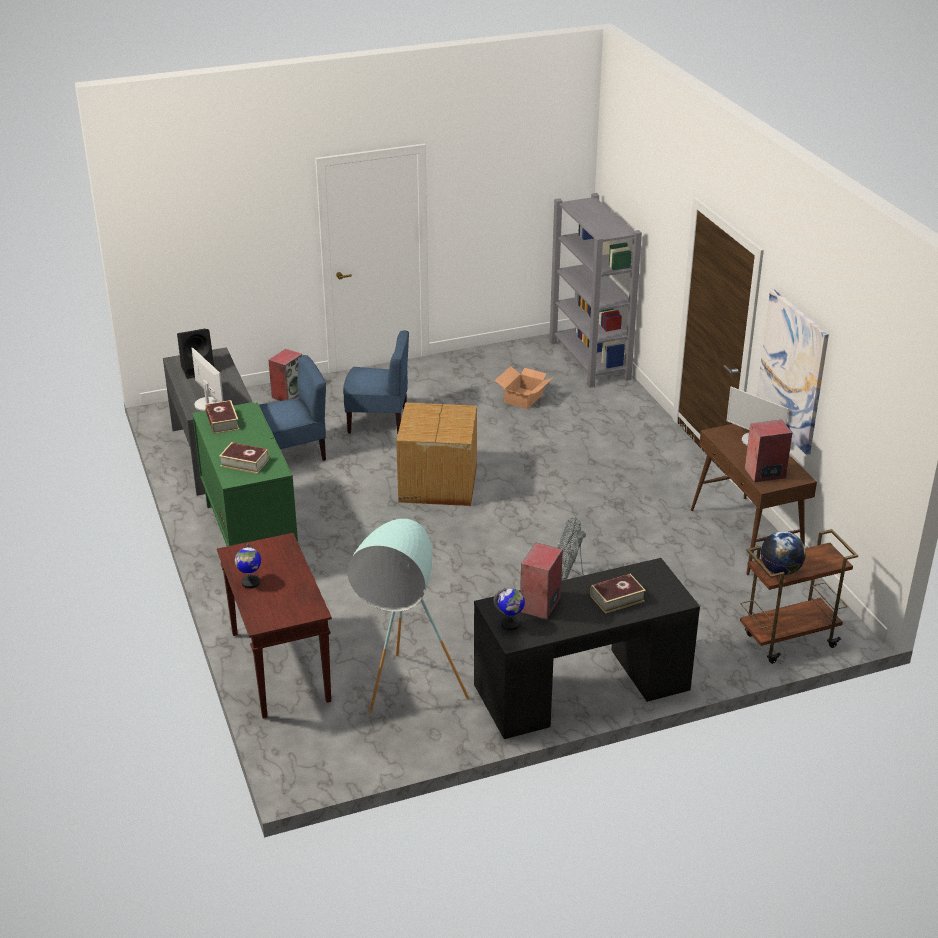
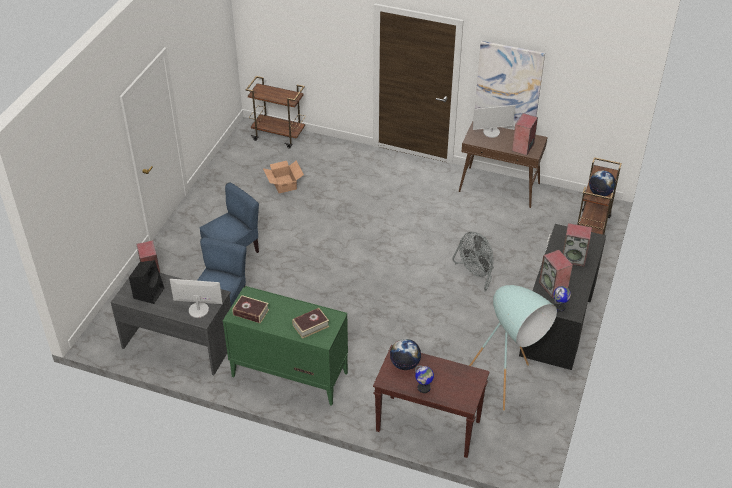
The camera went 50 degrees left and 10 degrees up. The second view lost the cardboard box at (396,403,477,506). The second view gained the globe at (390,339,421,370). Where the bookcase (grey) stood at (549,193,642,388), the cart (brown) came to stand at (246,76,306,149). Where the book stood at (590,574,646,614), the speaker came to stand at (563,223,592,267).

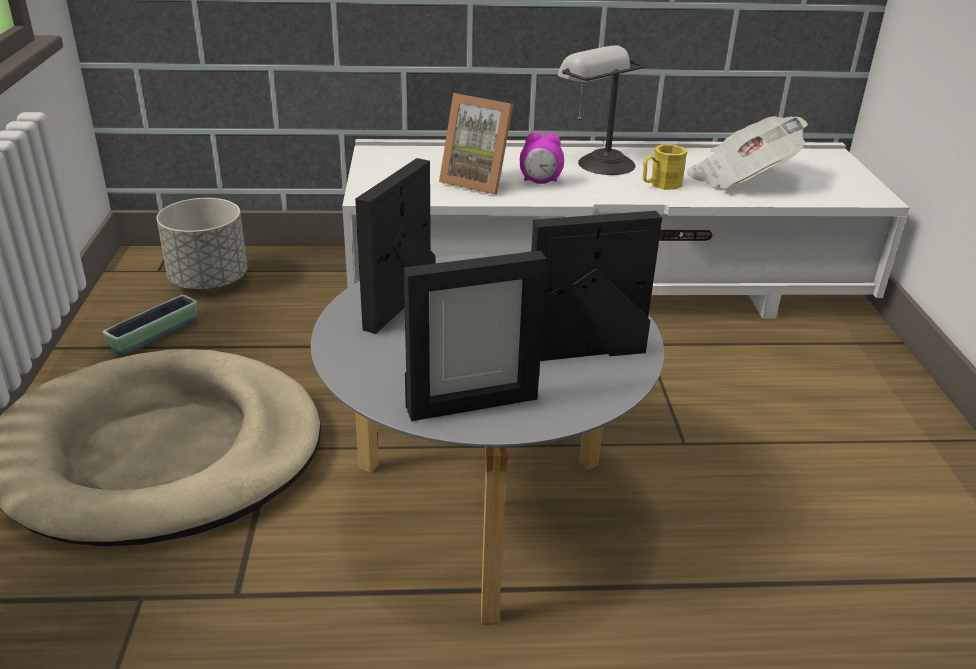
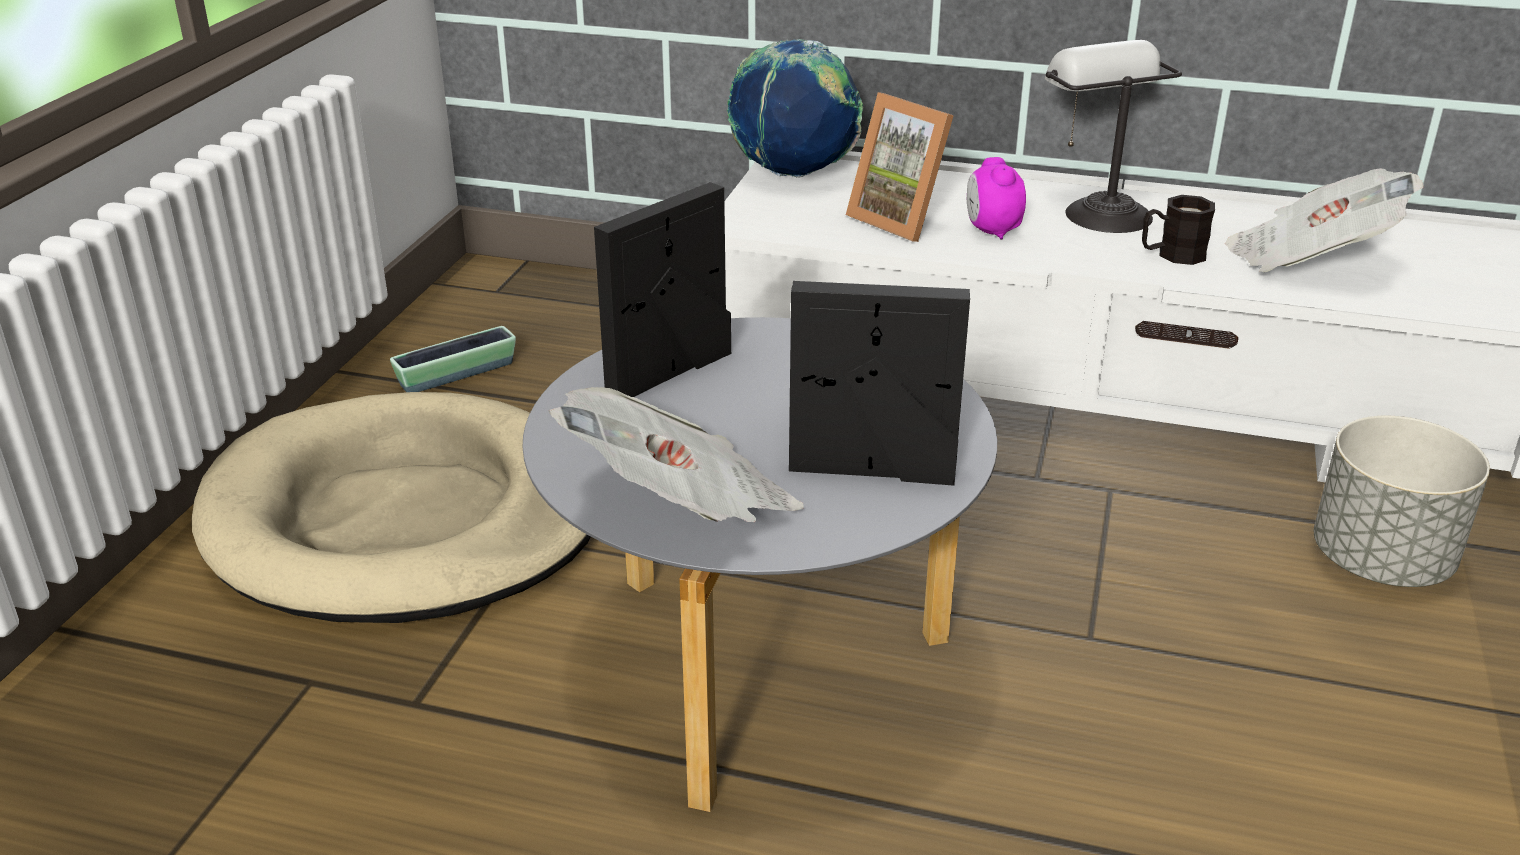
The camera went 20 degrees right and 0 degrees up. The second view gained the globe at (727,39,863,178). The planter (grey) ended up elsewhere, having gone from (157,198,247,290) to (1314,415,1490,587). Where the picture frame stood at (404,250,547,421), the newspaper came to stand at (549,387,803,522). What was the mug (yellow) at (643,144,687,190) turned into the mug (black) at (1142,195,1215,265). The alarm clock at (520,133,564,184) ended up facing another way, 60 degrees clockwise from before.

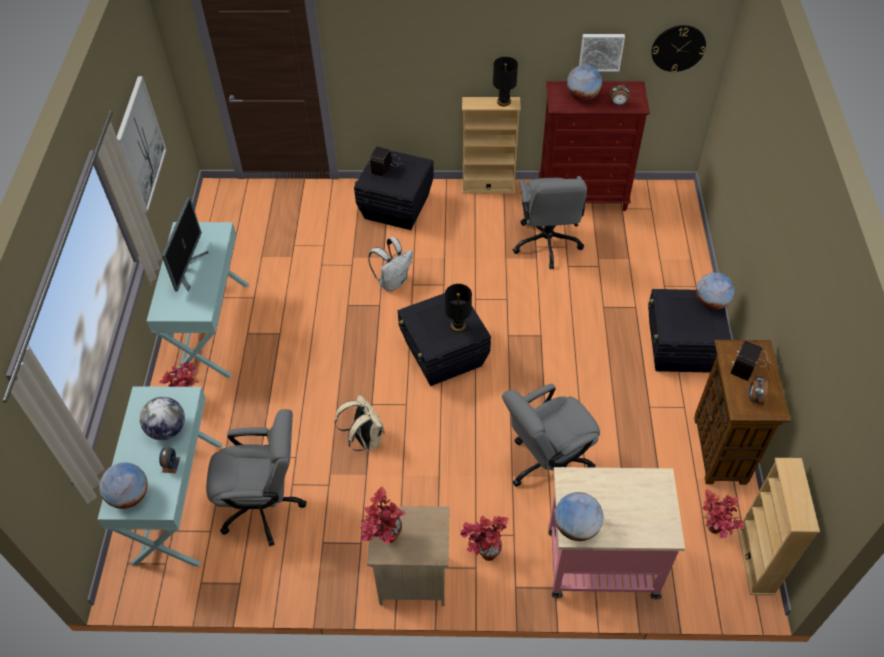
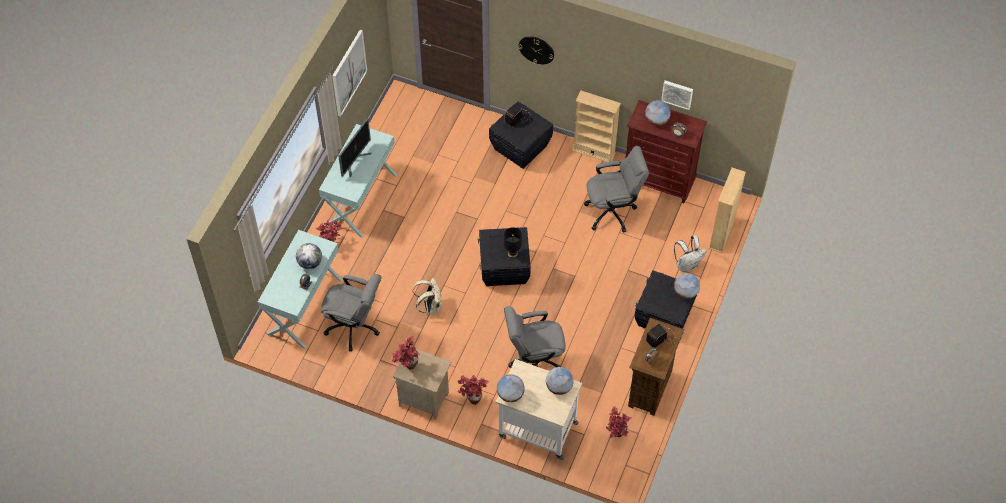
The camera went 20 degrees right and 5 degrees up. The second view lost the table lamp (black) at (493,57,518,106). The globe ended up elsewhere, having gone from (99,462,148,509) to (546,367,574,395). The backpack (white) ended up elsewhere, having gone from (368,237,413,291) to (674,235,707,272). The wall clock ended up elsewhere, having gone from (651,25,706,73) to (518,36,554,64). The bookcase (beige) ended up elsewhere, having gone from (738,458,820,595) to (708,168,746,253). What was the cart (pink) at (548,467,685,599) turned into the cart (white) at (496,359,582,460). The office chair (grey) at (513,176,587,269) ended up facing another way, 120 degrees counterclockwise from before.

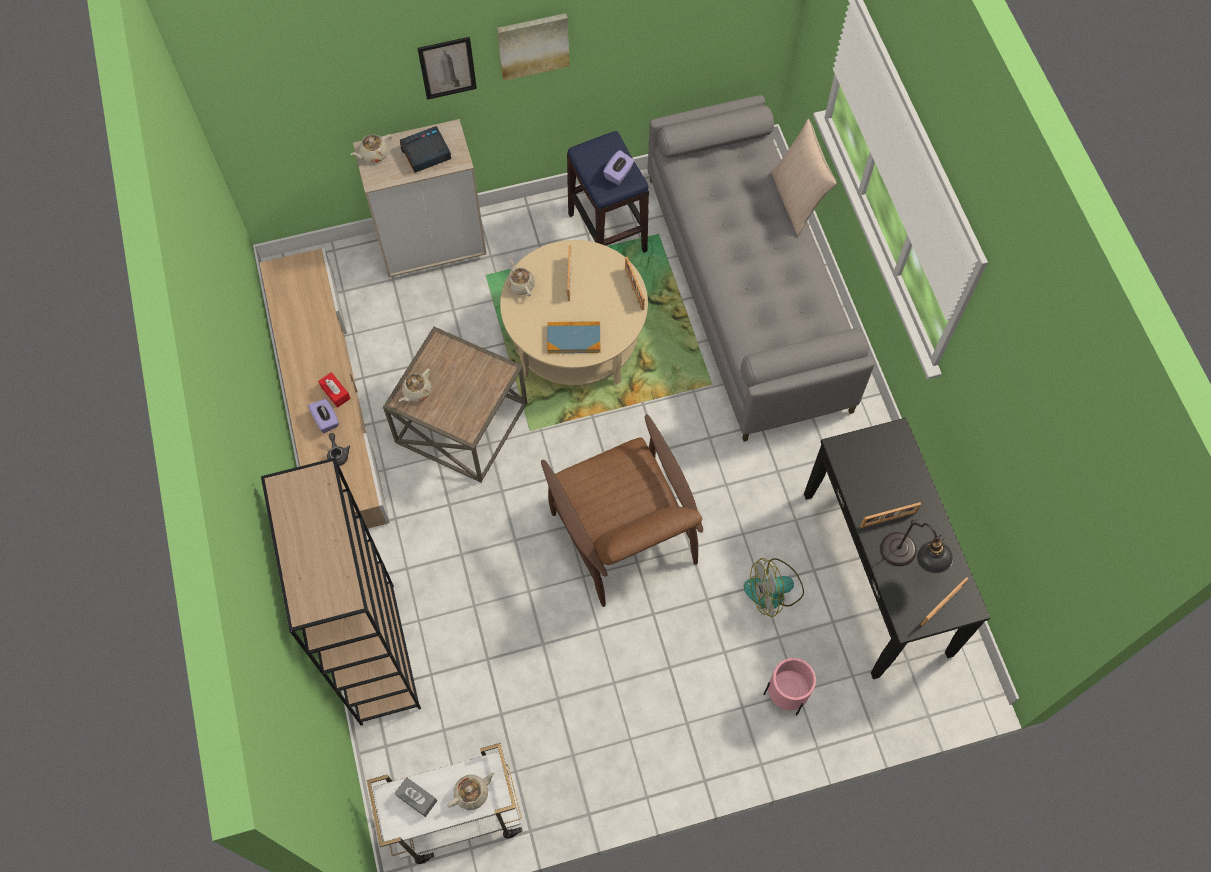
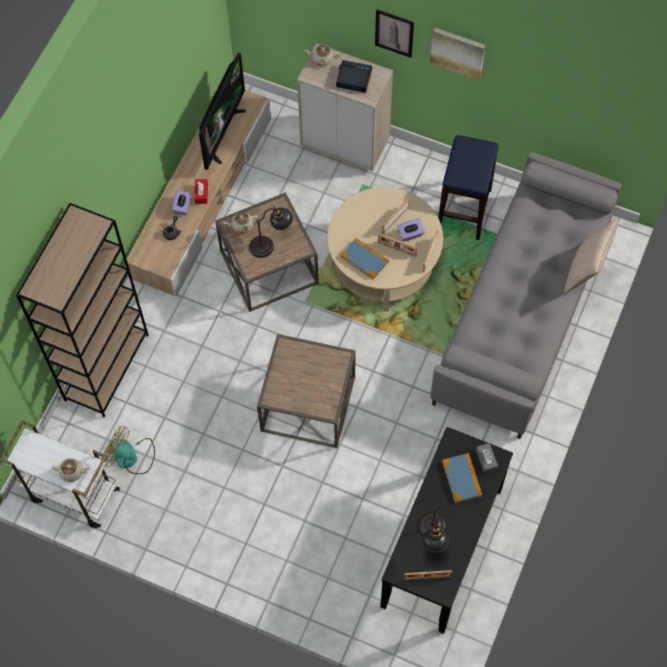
The camera went 40 degrees right and 0 degrees up. The second view lost the teapot (beige) at (507,258,535,296). The second view lost the planter (pink) at (764,658,816,716). The second view gained the television at (199,53,246,170). The second view gained the table lamp (grey) at (249,206,293,258). The second view gained the book at (442,453,483,503). The tissue box (grey) ended up elsewhere, having gone from (395,777,437,817) to (476,443,498,474). The tissue box (purple) ended up elsewhere, having gone from (603,150,634,185) to (397,219,425,241). The fan ended up elsewhere, having gone from (744,558,804,617) to (101,426,155,474). The picture frame ended up elsewhere, having gone from (860,502,921,528) to (378,234,417,257). Where the armchair (brown) stood at (541,415,703,607), the side table (brown) came to stand at (257,334,356,448).

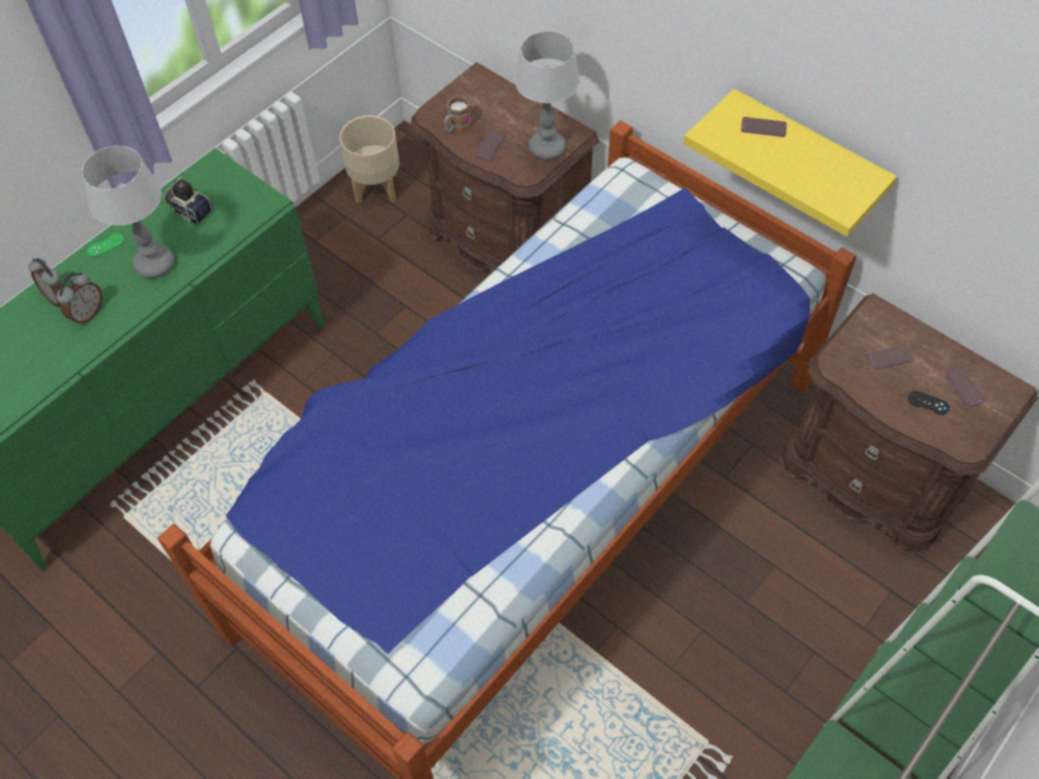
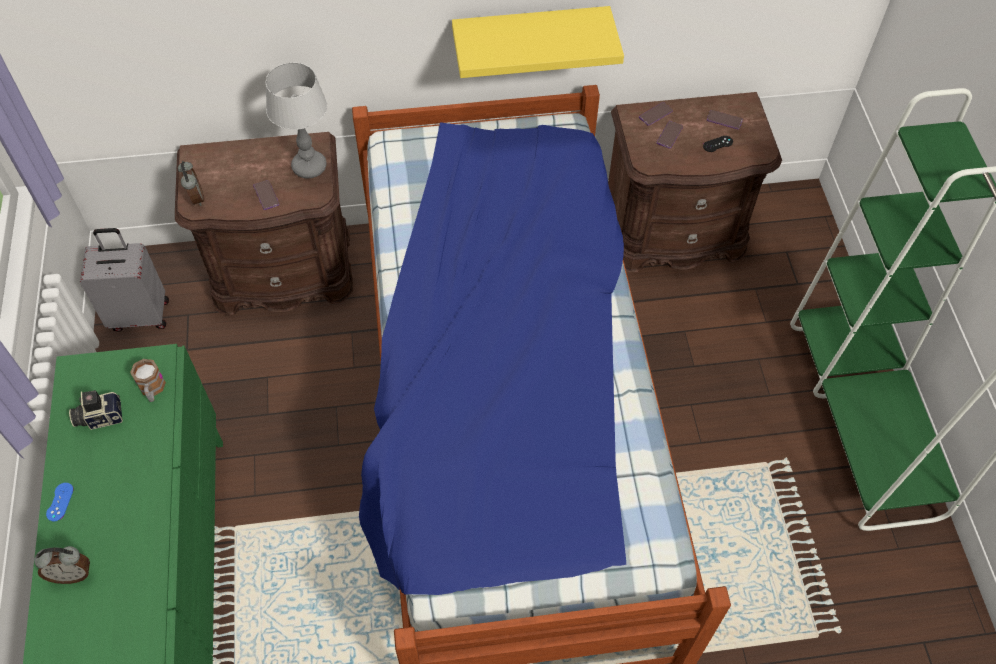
The camera went 50 degrees left and 0 degrees up. The second view lost the table lamp at (82,146,175,278). The alarm clock ended up elsewhere, having gone from (57,272,102,325) to (178,161,204,206). The mug ended up elsewhere, having gone from (444,96,472,132) to (130,359,166,402). The phone ended up elsewhere, having gone from (741,117,787,137) to (639,102,673,126). Where the planter (beige) stood at (339,115,399,204), the suitcase (grey) came to stand at (80,228,169,332). What was the game controller (green) at (87,234,124,257) turned into the game controller (blue) at (46,483,74,521).

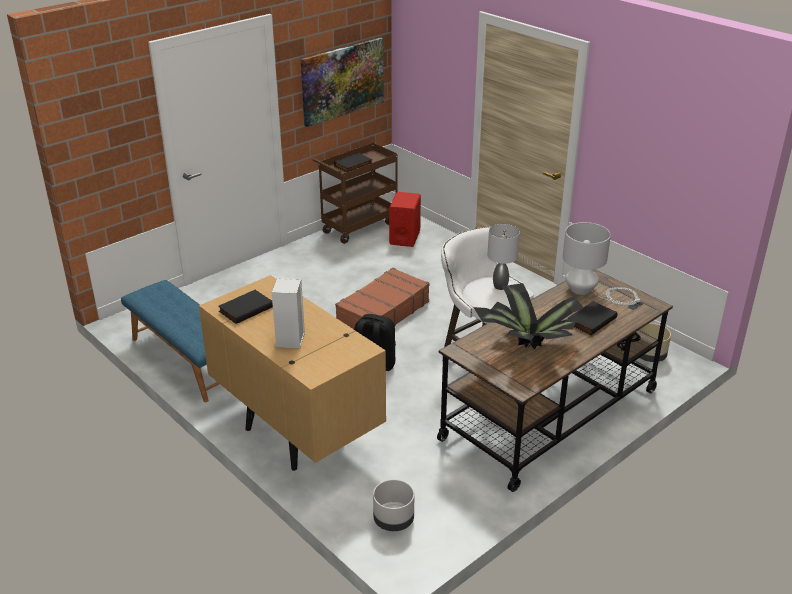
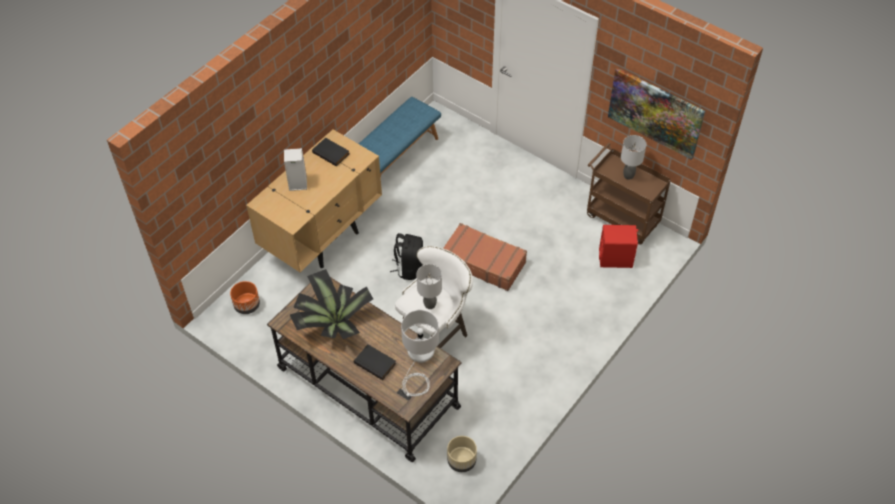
The camera went 80 degrees right and 20 degrees up. Where the book (black) stood at (334,153,373,172), the table lamp (grey) came to stand at (621,135,647,180). What was the planter (grey) at (373,479,414,531) turned into the planter (orange) at (230,281,260,314).

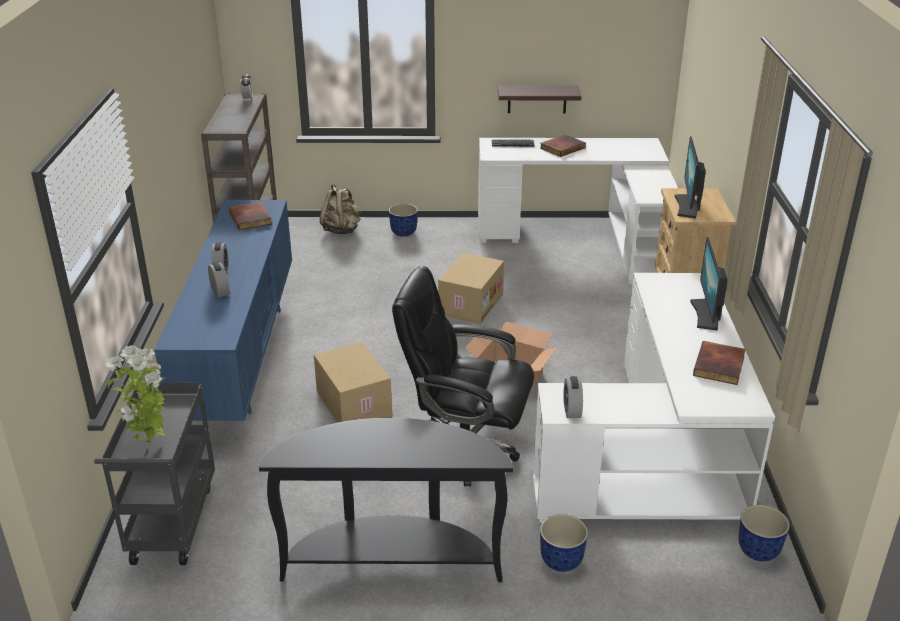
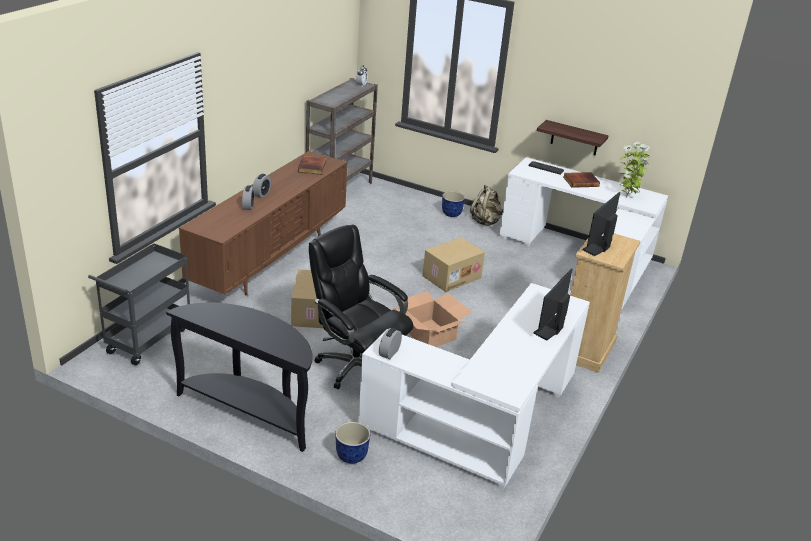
The camera went 25 degrees right and 0 degrees up. The second view lost the book at (693,341,746,385). The second view lost the planter at (739,505,790,561). The potted plant ended up elsewhere, having gone from (104,345,166,447) to (620,141,650,198). The backpack (beige) ended up elsewhere, having gone from (320,184,361,234) to (470,185,502,226). What was the cabinet (blue) at (154,200,292,421) turned into the cabinet (brown) at (179,151,347,295).

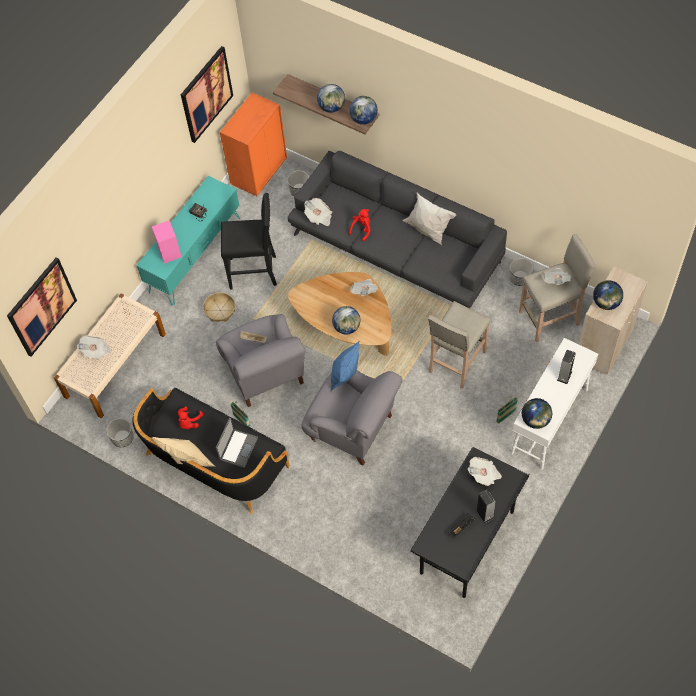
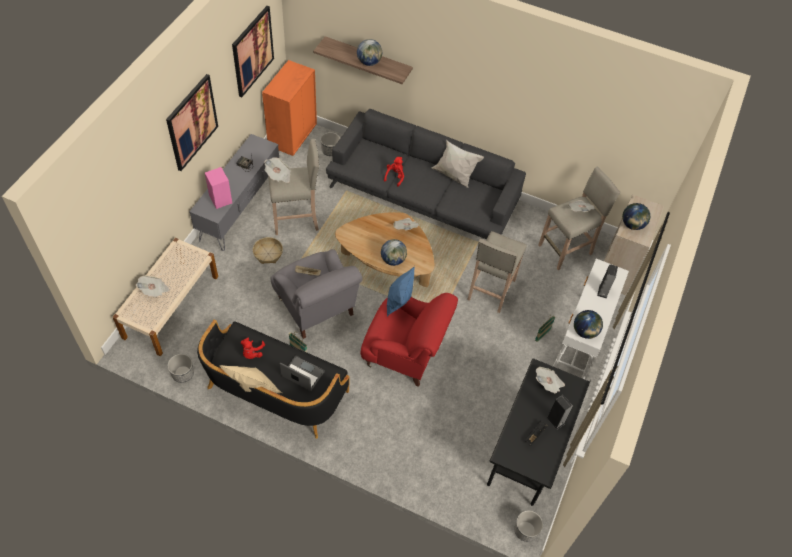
The camera went 15 degrees left and 5 degrees down. The second view lost the globe at (349,96,378,125). The picture ended up elsewhere, having gone from (7,258,77,357) to (166,74,218,171). The newspaper ended up elsewhere, having gone from (304,198,332,226) to (265,157,291,183). The planter ended up elsewhere, having gone from (510,258,534,286) to (514,510,543,542). What was the tv stand (turquoise) at (136,176,240,305) turned into the tv stand (grey) at (189,134,279,251). What was the stool (black) at (221,193,277,290) turned into the stool (beige) at (268,139,319,235). What was the armchair (grey) at (302,370,403,466) turned into the armchair (red) at (361,293,458,387). The laptop at (216,418,258,468) ended up facing another way, 75 degrees counterclockwise from before.

